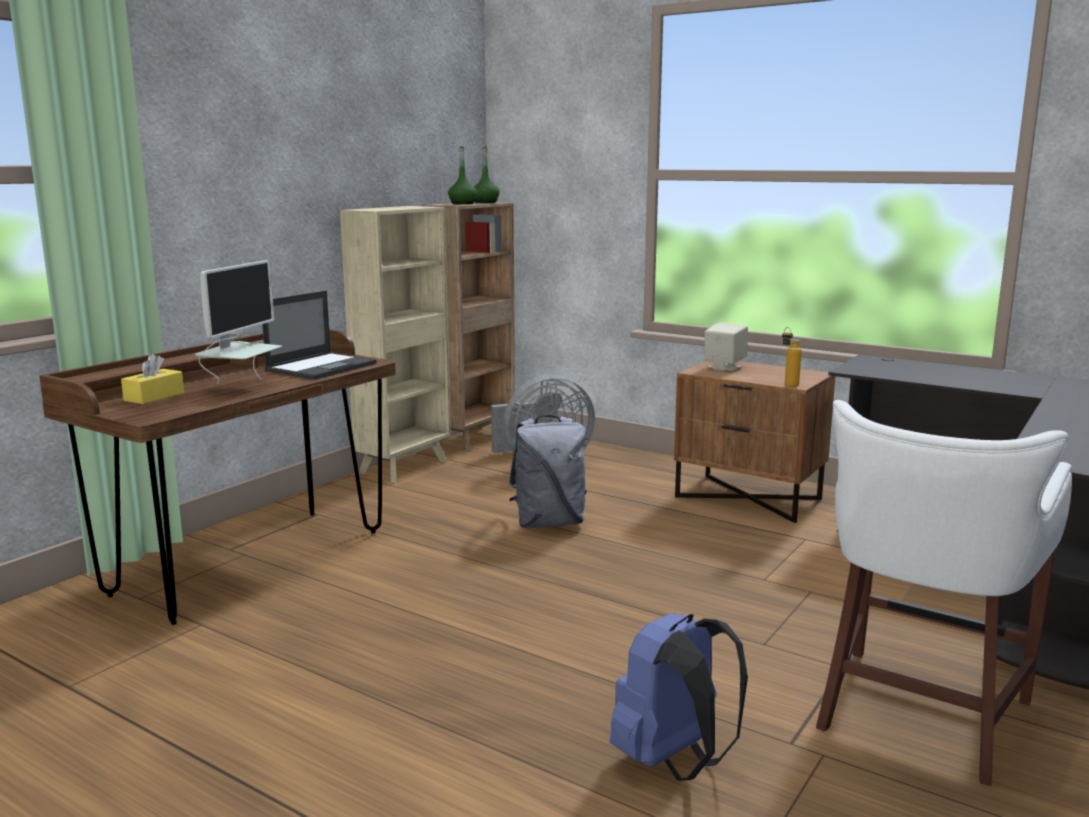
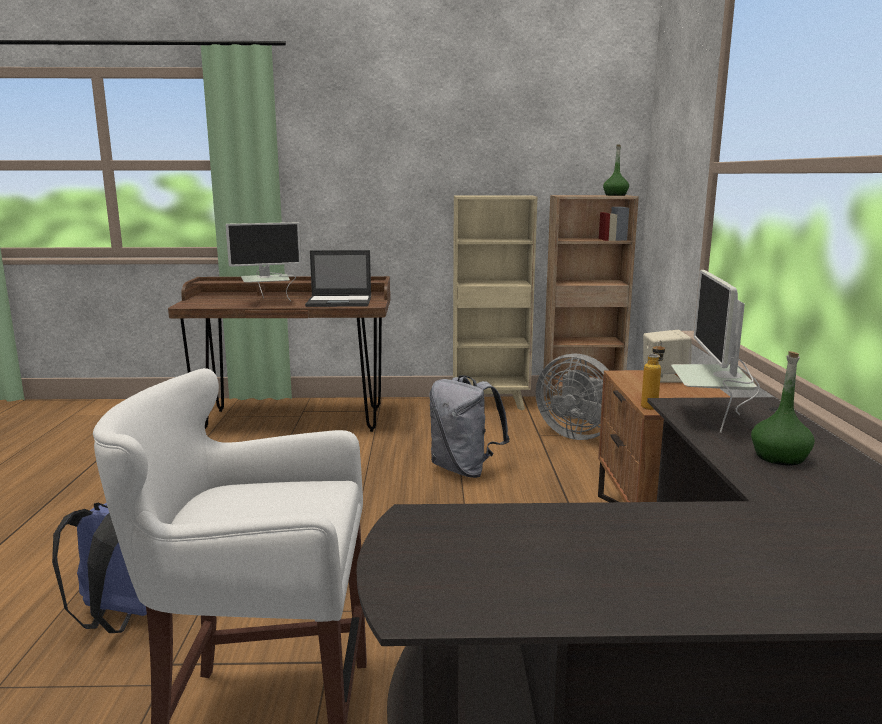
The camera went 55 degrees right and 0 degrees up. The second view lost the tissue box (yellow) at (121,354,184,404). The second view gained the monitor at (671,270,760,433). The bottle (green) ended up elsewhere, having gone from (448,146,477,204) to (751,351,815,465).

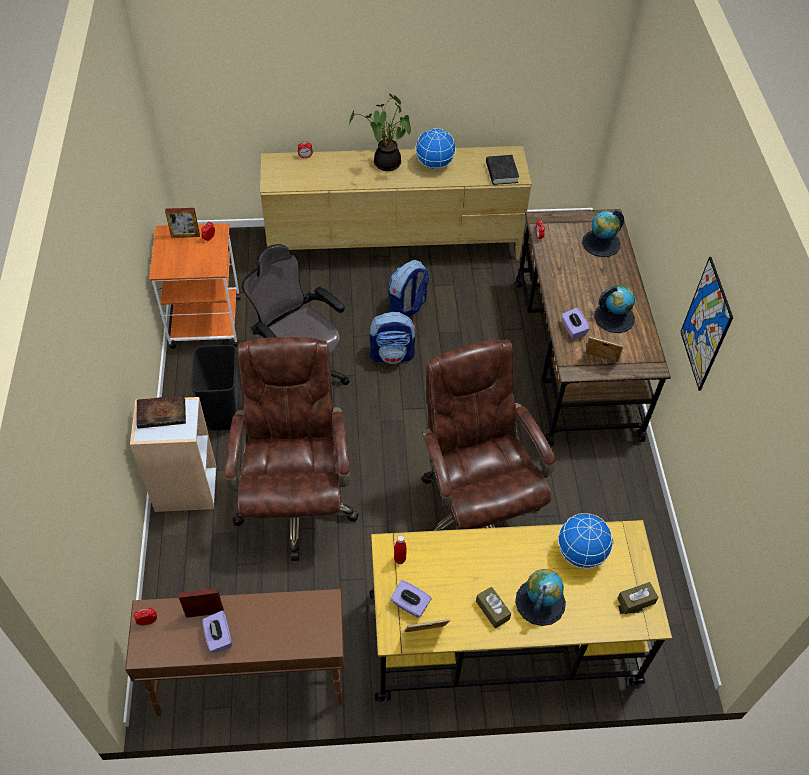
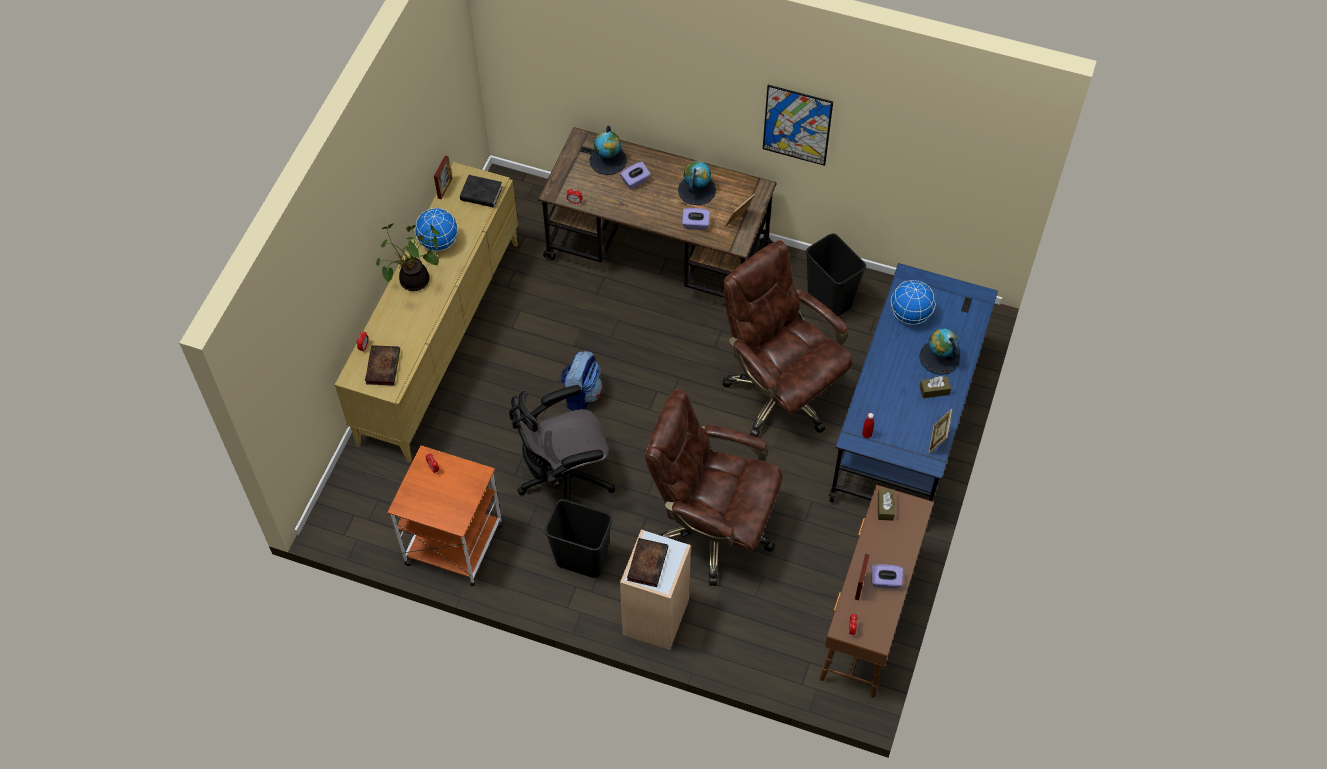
The camera went 65 degrees left and 5 degrees up. The second view lost the backpack at (389,260,429,317). The second view gained the book at (365,345,400,385). The second view gained the trash can (black) at (806,234,866,316). The picture frame ended up elsewhere, having gone from (165,208,200,238) to (434,156,452,199). The tissue box (purple) ended up elsewhere, having gone from (391,580,431,618) to (620,162,651,189). The tissue box (brown) ended up elsewhere, having gone from (617,582,659,614) to (878,489,895,521). What was the desk (yellow) at (369,520,672,702) turned into the desk (blue) at (829,263,998,525). The office chair (brown) at (421,340,556,531) ended up facing another way, 45 degrees clockwise from before.

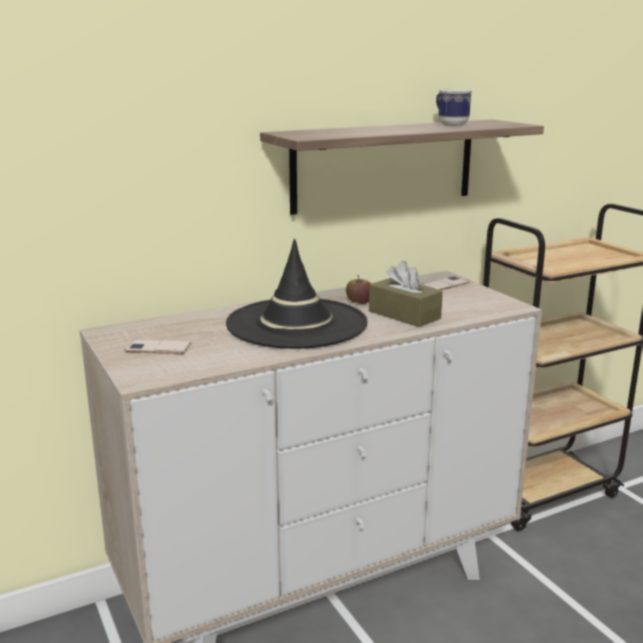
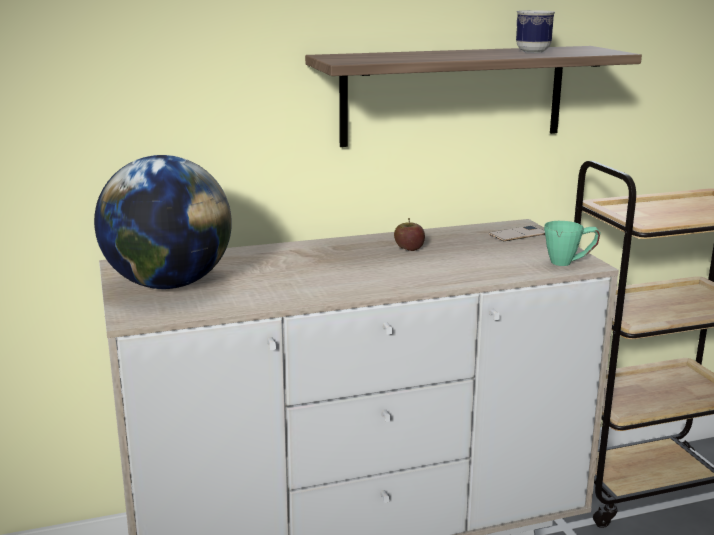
The camera went 10 degrees right and 0 degrees up. The second view lost the hat (black) at (226,239,368,349). The second view lost the tissue box (brown) at (369,261,443,327). The second view gained the mug (green) at (544,221,601,266). Where the phone stood at (125,340,191,354), the globe came to stand at (94,155,232,289).

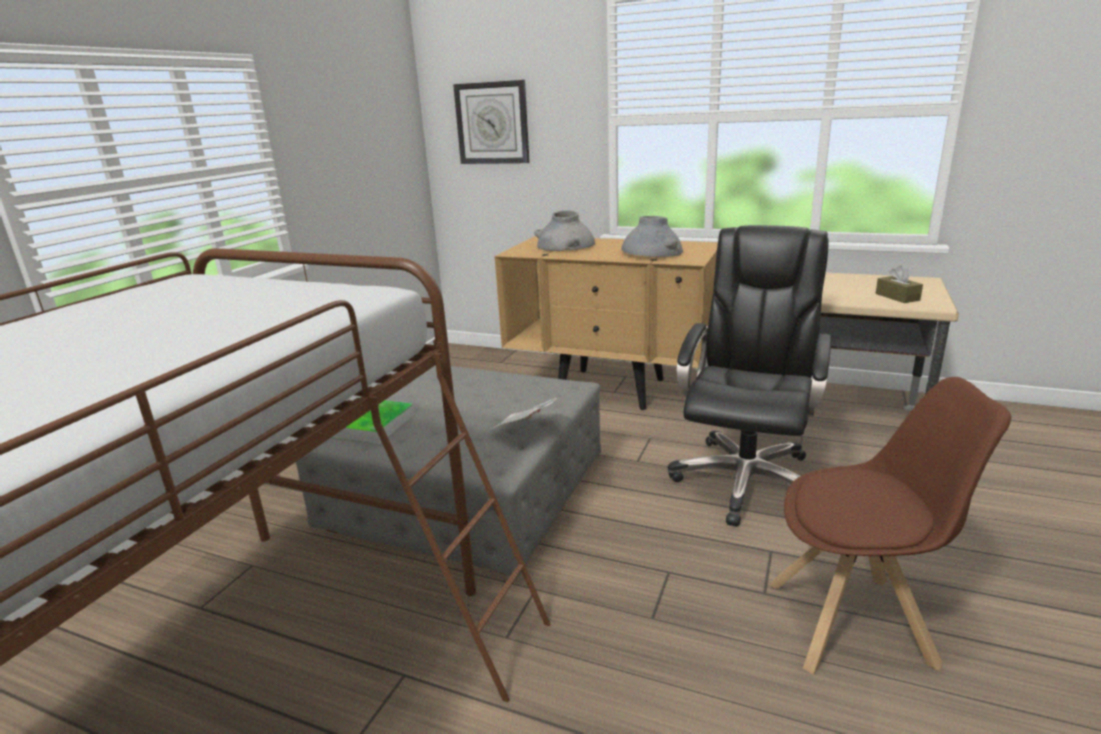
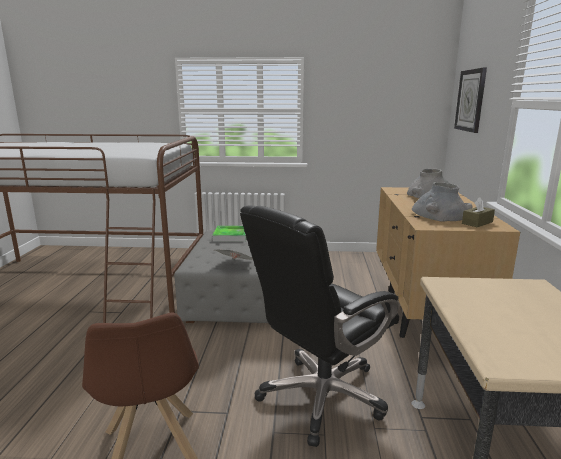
The camera went 70 degrees right and 5 degrees down. The tissue box (brown) ended up elsewhere, having gone from (876,265,923,303) to (462,197,495,227). The office chair (black) at (668,225,832,527) ended up facing another way, 135 degrees clockwise from before.

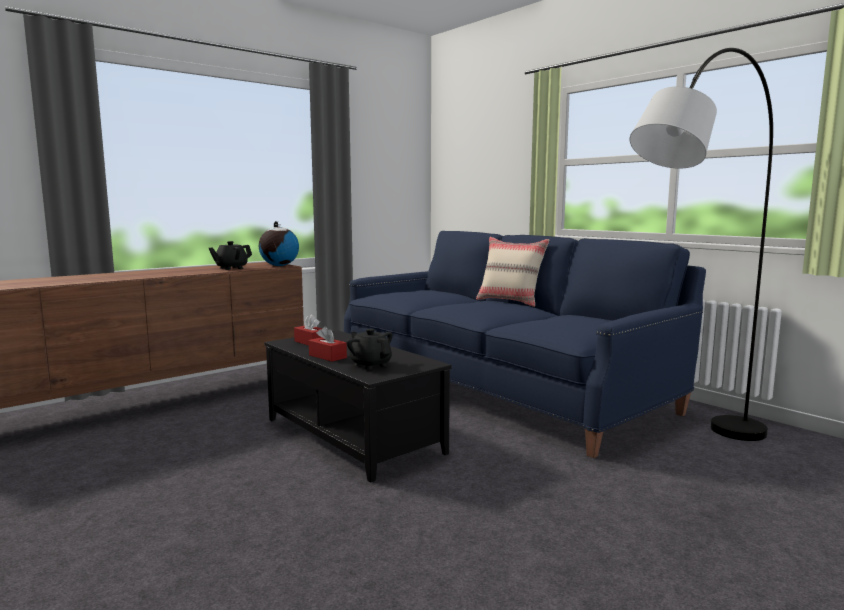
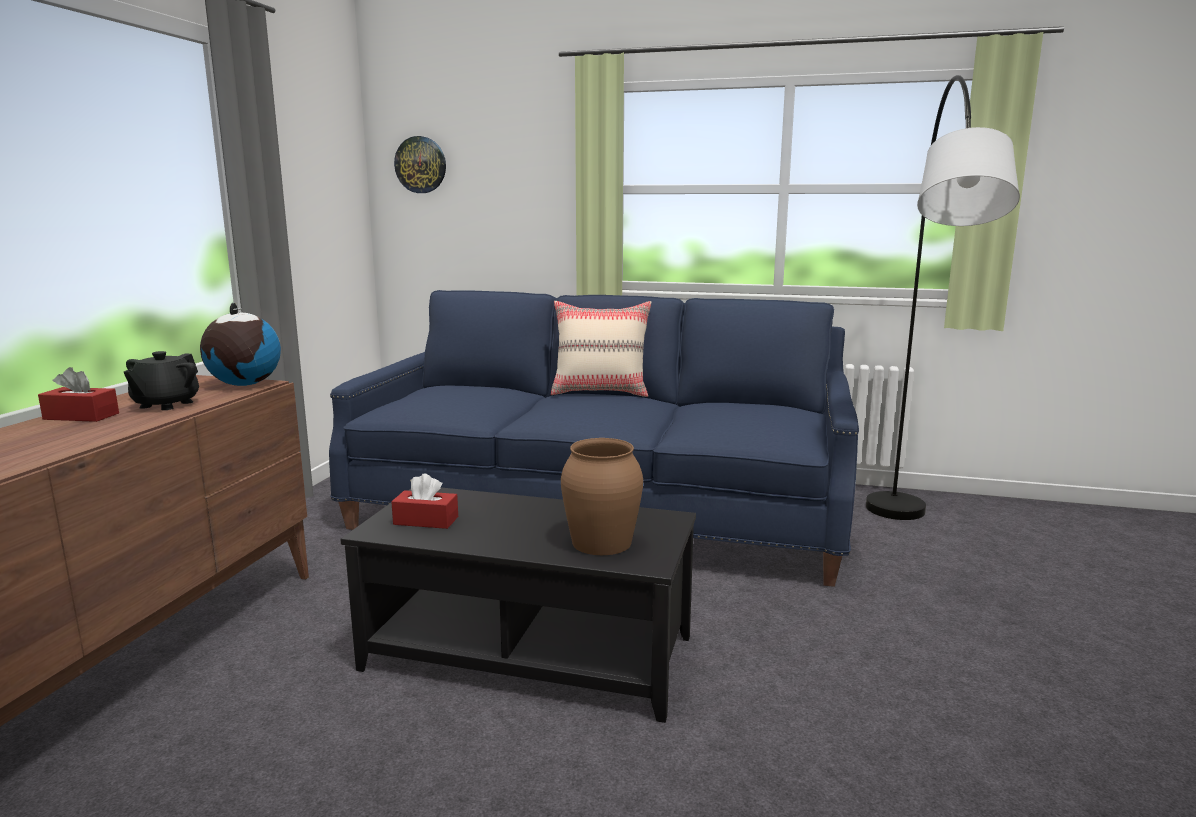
The camera went 35 degrees left and 5 degrees up. The second view gained the wall clock at (394,136,446,193). The tissue box (red) ended up elsewhere, having gone from (309,326,347,362) to (38,367,119,422). Where the teapot (black) stood at (346,329,393,370), the vase (brown) came to stand at (561,438,643,555).

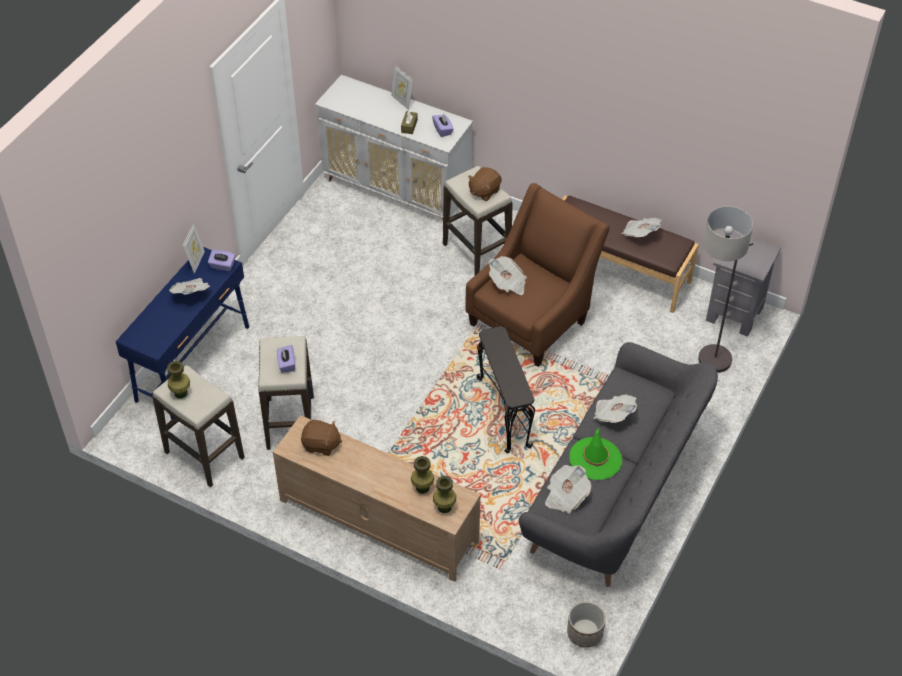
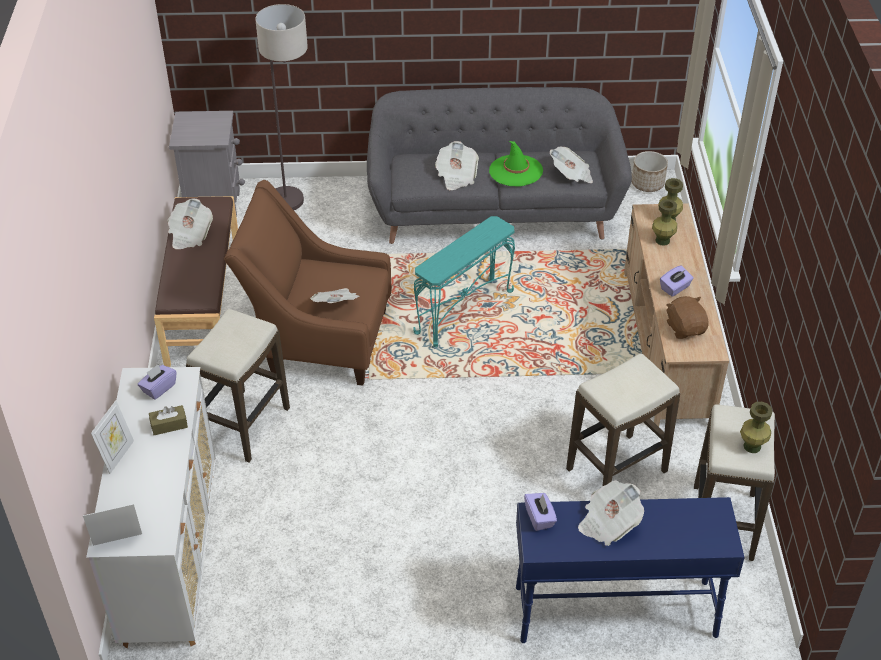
The camera went 120 degrees left and 5 degrees down. The second view lost the plush toy (brown) at (468,167,502,201). The picture frame ended up elsewhere, having gone from (183,223,205,274) to (83,504,142,546). The tissue box (purple) ended up elsewhere, having gone from (277,345,295,373) to (660,265,694,297). What was the side table (black) at (476,326,535,453) turned into the side table (turquoise) at (413,216,515,347).

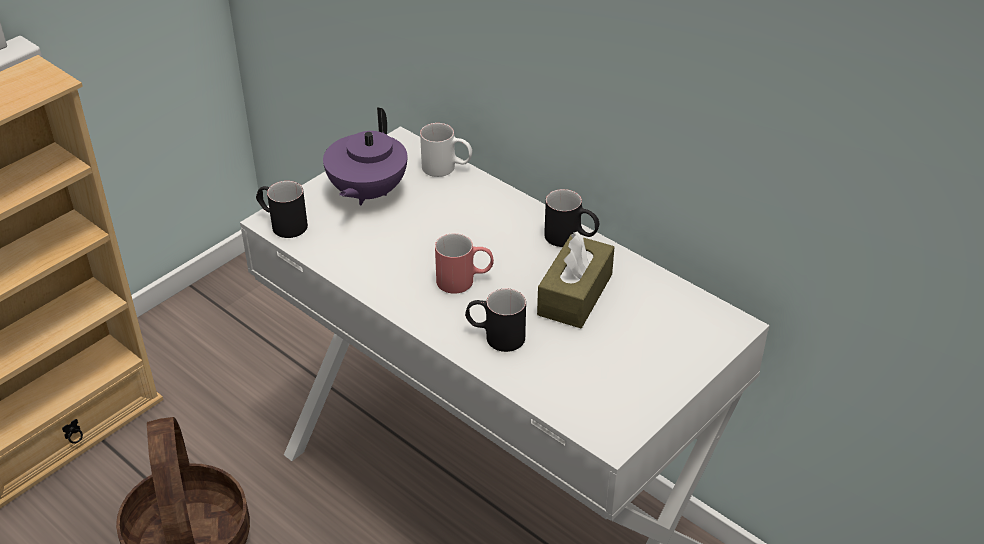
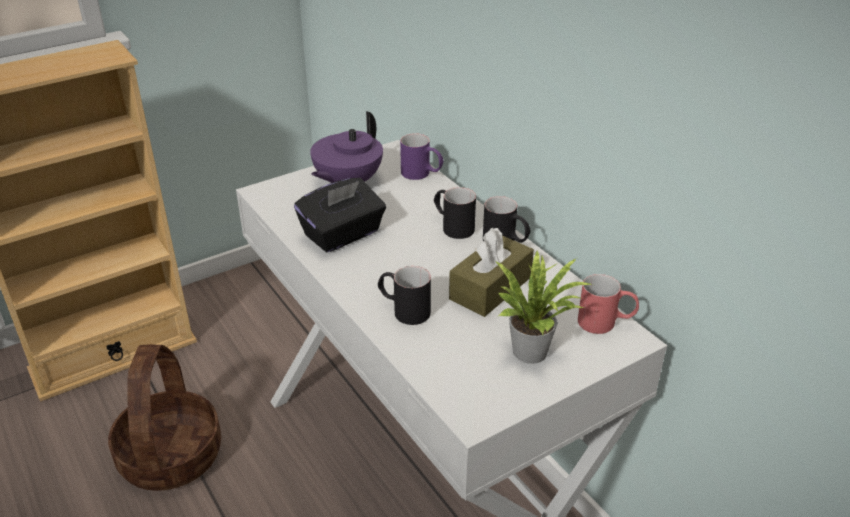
The camera went 15 degrees right and 5 degrees down. The second view gained the tissue box (black) at (294,178,386,253). The second view gained the potted plant at (495,251,592,364). The mug (black) ended up elsewhere, having gone from (256,181,308,238) to (434,187,476,239). The mug (red) ended up elsewhere, having gone from (435,233,494,294) to (578,274,639,334). What was the mug (white) at (420,123,472,177) turned into the mug (purple) at (400,133,443,180).

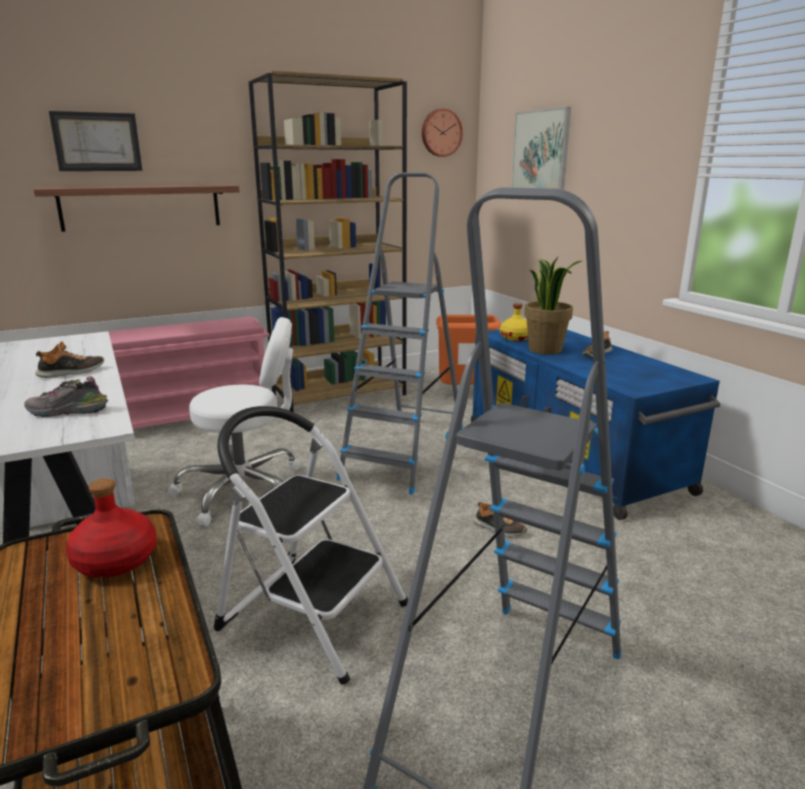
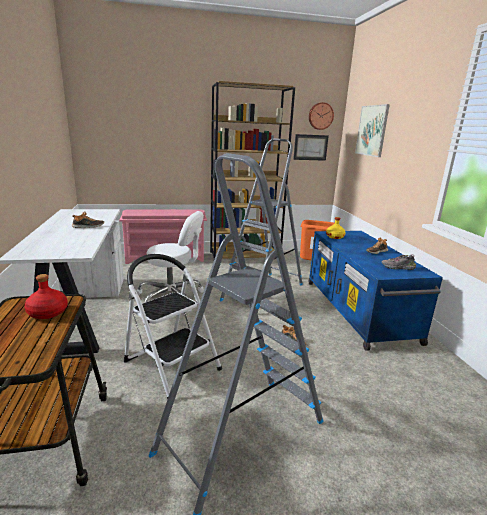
The camera went 15 degrees right and 0 degrees up. The second view lost the shelf at (34,185,239,232). The second view lost the potted plant at (524,257,583,355). The shoe ended up elsewhere, having gone from (24,376,108,417) to (382,254,416,270). The picture ended up elsewhere, having gone from (49,111,143,171) to (293,134,329,161).

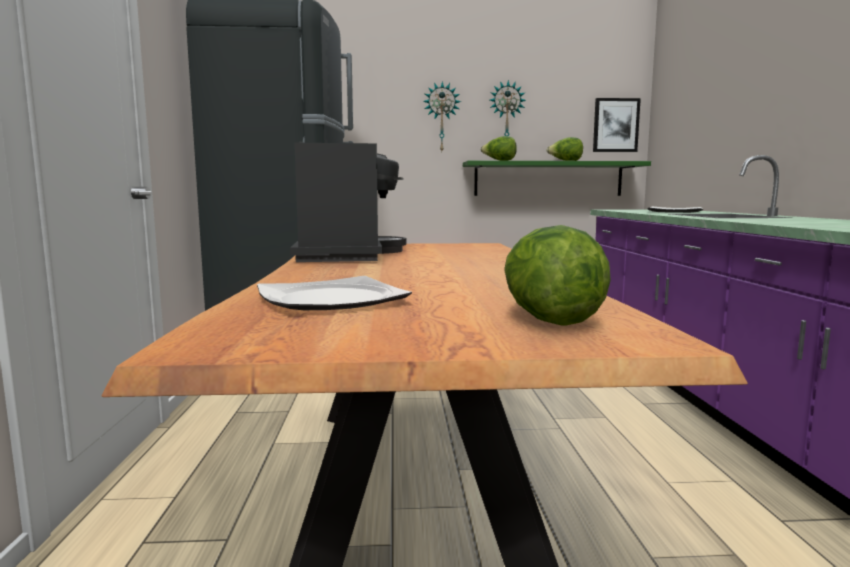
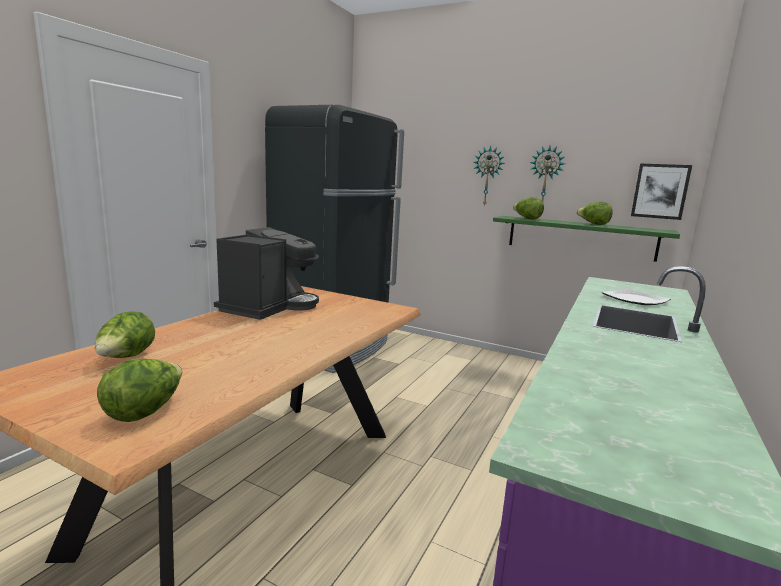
The camera went 30 degrees right and 5 degrees up. Where the plate stood at (257,276,412,310), the lettuce came to stand at (95,311,155,358).

